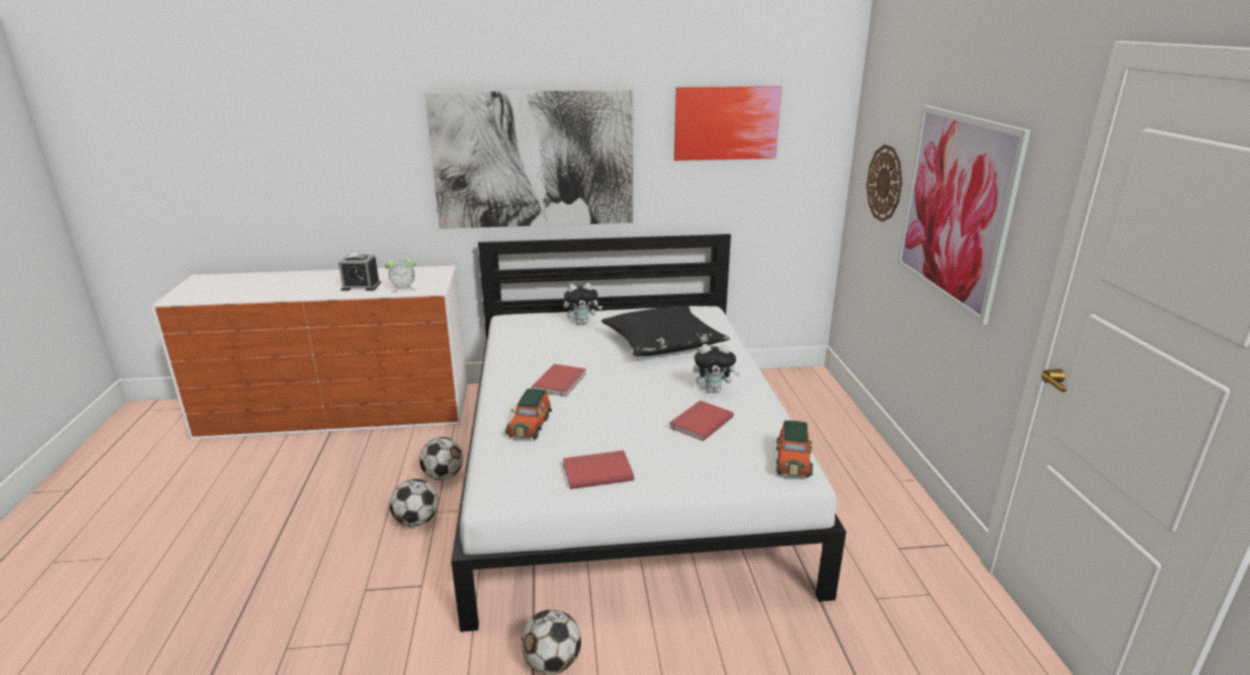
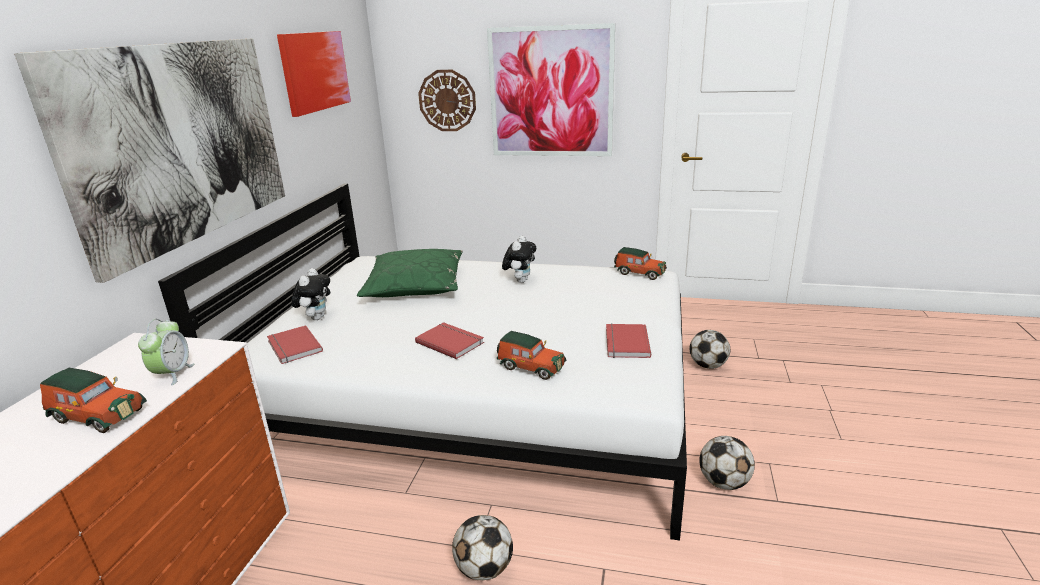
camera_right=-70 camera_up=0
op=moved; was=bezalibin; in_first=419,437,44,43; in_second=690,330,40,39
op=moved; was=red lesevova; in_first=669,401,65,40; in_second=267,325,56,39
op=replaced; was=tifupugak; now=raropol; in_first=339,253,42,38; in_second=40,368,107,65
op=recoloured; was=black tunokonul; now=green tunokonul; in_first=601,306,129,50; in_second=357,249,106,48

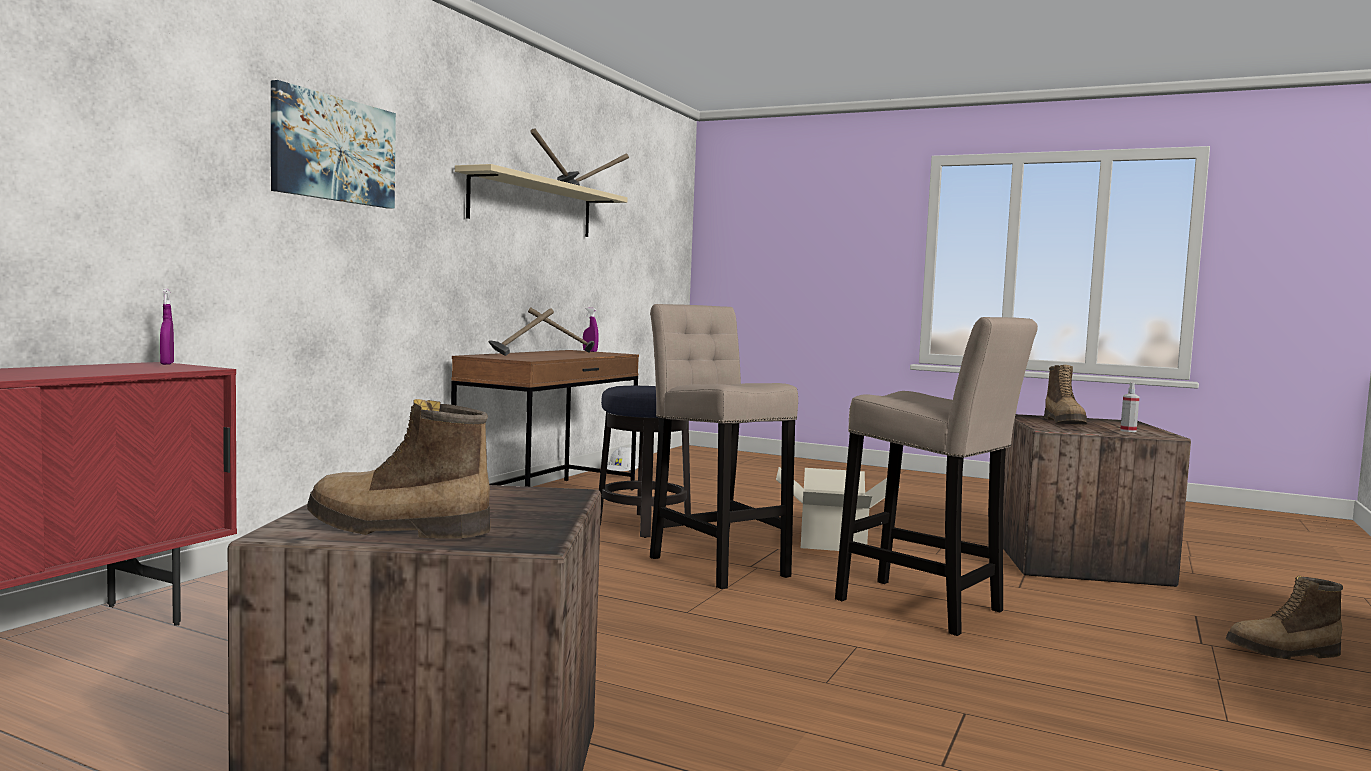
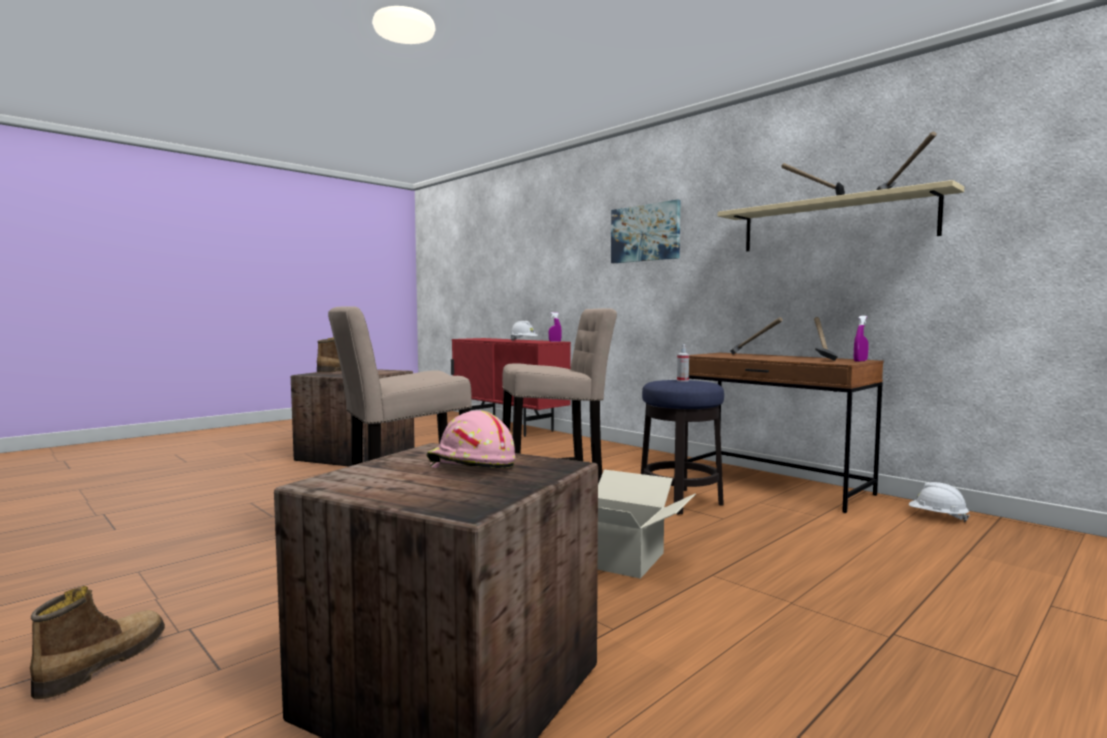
camera_right=110 camera_up=0
op=added; now=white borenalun; in_second=510,321,28,20
op=moved; was=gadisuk; in_first=1120,382,19,50; in_second=677,344,12,38
op=replaced; was=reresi; now=pink borenalun; in_first=1044,365,43,59; in_second=426,411,90,57

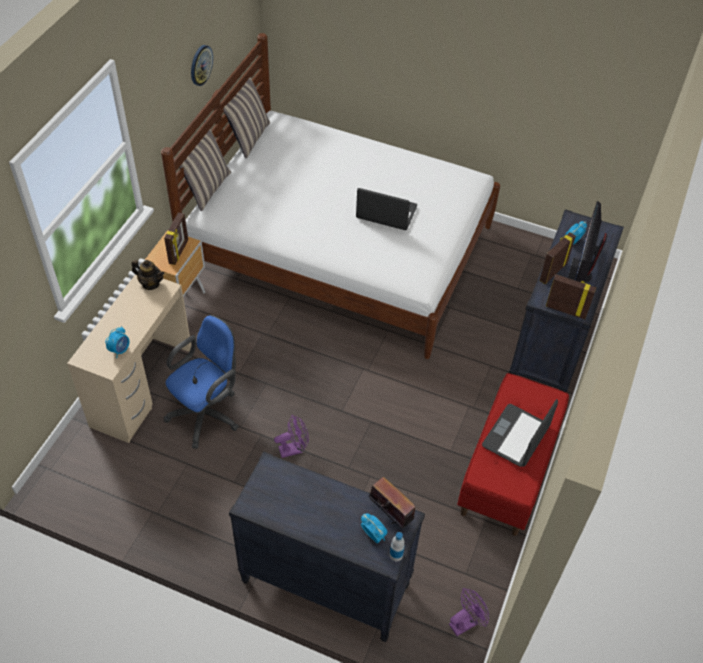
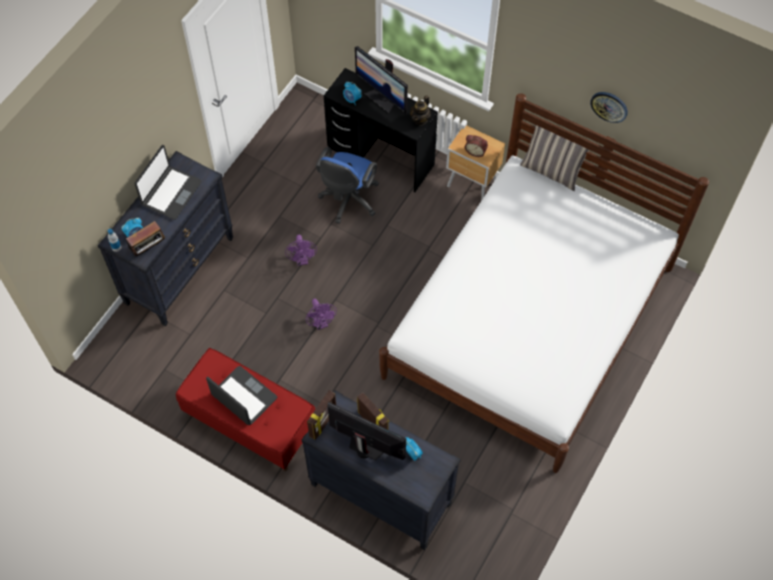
camera_right=100 camera_up=10
op=removed; was=tunokonul; in_first=223,77,47,81
op=added; now=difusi; in_second=355,46,53,68
op=moved; was=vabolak; in_first=356,188,61,42; in_second=135,145,67,75
op=moved; was=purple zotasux; in_first=449,588,40,48; in_second=306,298,31,32
op=replaced; was=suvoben; now=tifupugak; in_first=164,212,24,53; in_second=465,135,23,22
op=recoloured; was=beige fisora; now=black fisora; in_first=67,270,124,173; in_second=324,68,114,124
op=turned; was=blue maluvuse; in_first=164,315,75,134; in_second=316,147,63,77; clockwise=60

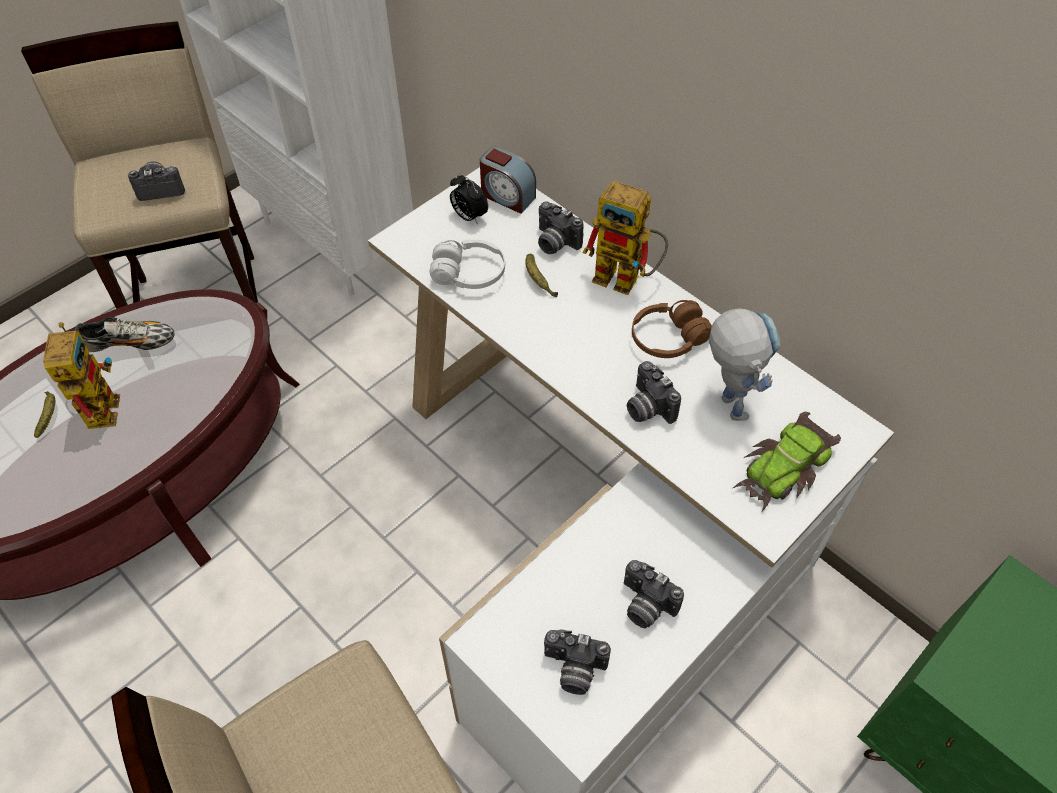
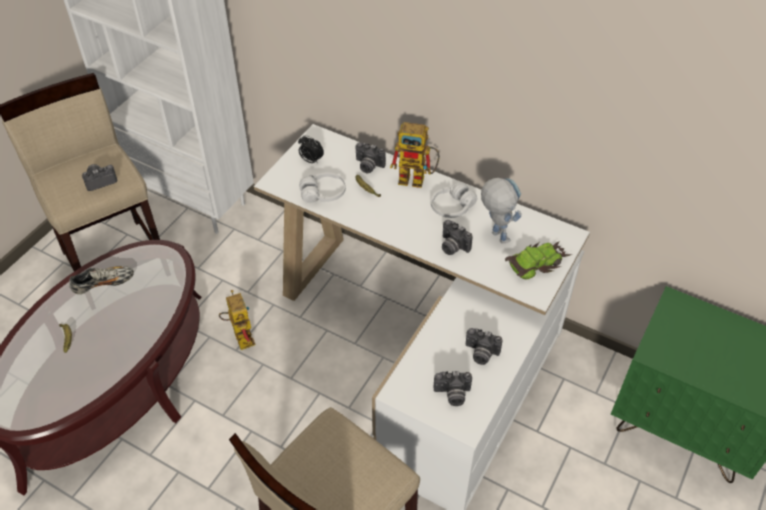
camera_right=-15 camera_up=-5
op=removed; was=tifupugak; in_first=480,147,56,67
op=moved; was=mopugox; in_first=43,322,77,107; in_second=219,290,37,60
op=recoloured; was=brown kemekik; now=white kemekik; in_first=632,300,80,58; in_second=431,183,46,35
op=turned; was=raropol; in_first=733,412,108,99; in_second=505,241,67,39; clockwise=-150

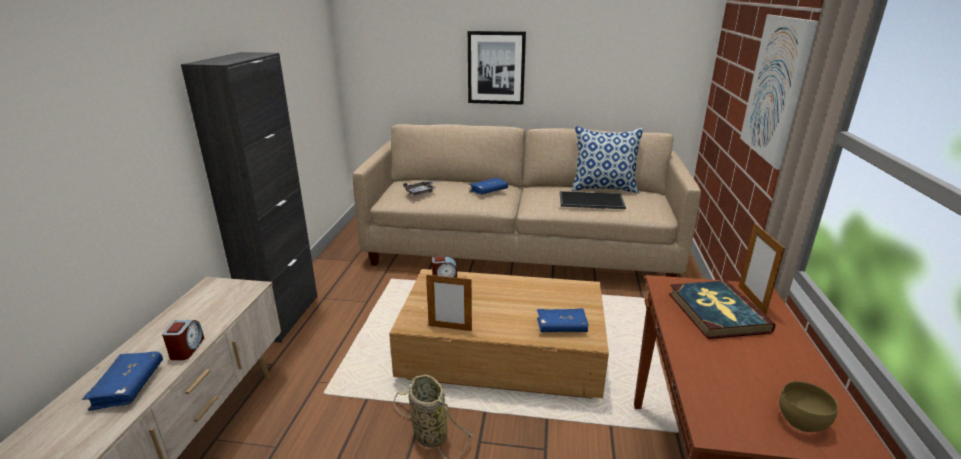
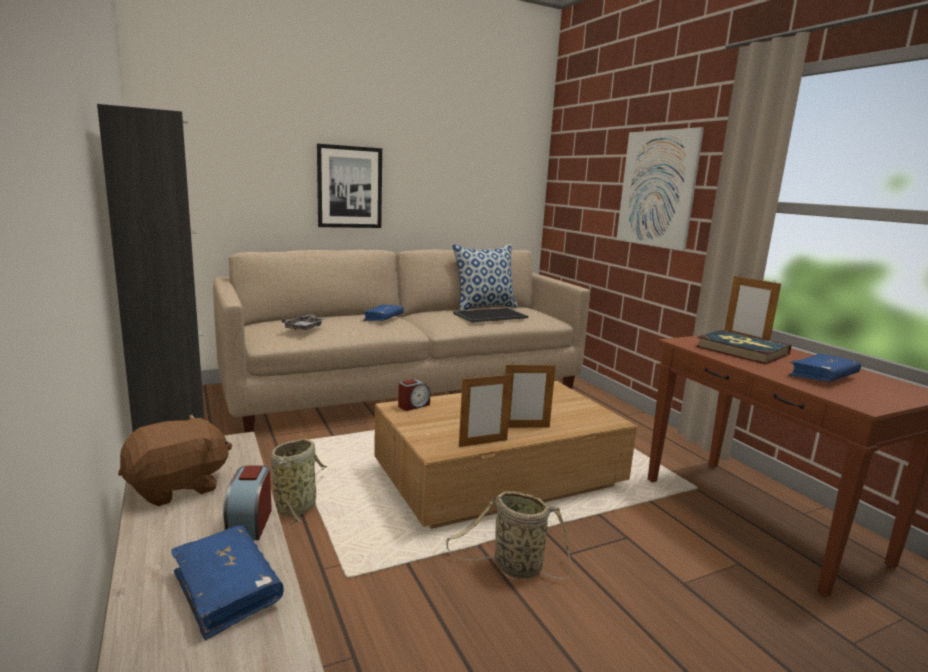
camera_right=-35 camera_up=-10
op=removed; was=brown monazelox; in_first=779,381,59,51
op=added; now=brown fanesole; in_second=118,414,114,92
op=added; now=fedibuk; in_second=271,439,56,88
op=added; now=suvoben; in_second=505,362,51,66
op=moved; was=blue lesevova; in_first=537,308,51,24; in_second=788,353,73,29
op=turned; was=tifupugak; in_first=162,320,42,40; in_second=223,466,49,74; clockwise=-150

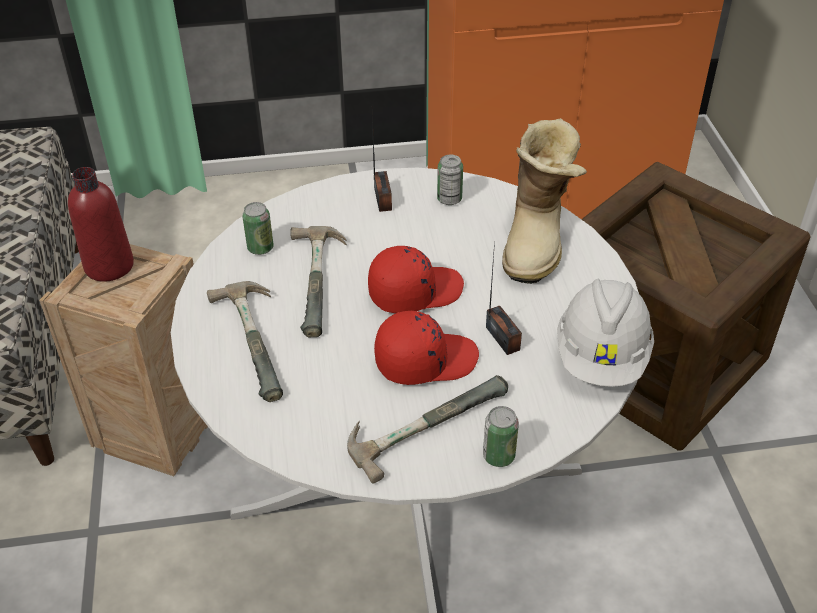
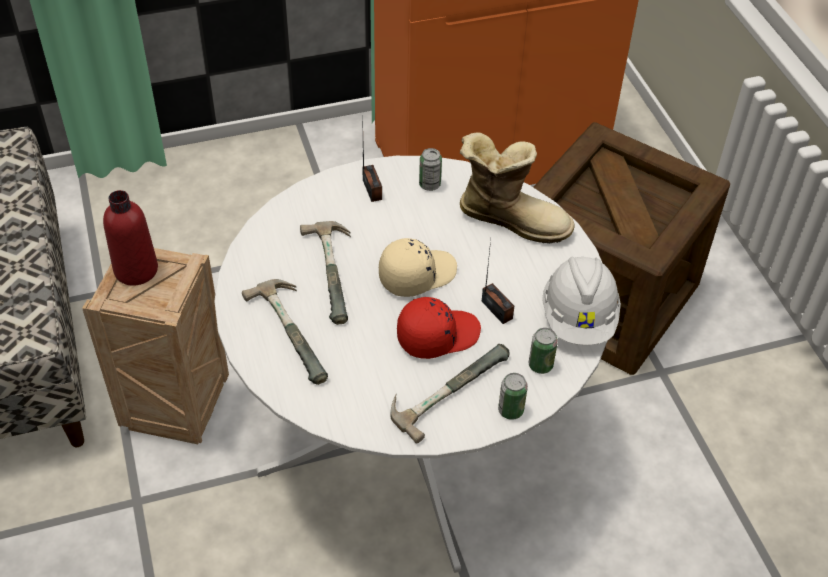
camera_right=-10 camera_up=5
op=moved; was=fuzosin; in_first=242,202,32,53; in_second=529,328,29,46
op=recoloured; was=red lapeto; now=beige lapeto; in_first=368,246,96,67; in_second=379,238,78,59
op=turned; was=reresi; in_first=502,118,85,166; in_second=460,132,114,111; clockwise=-75

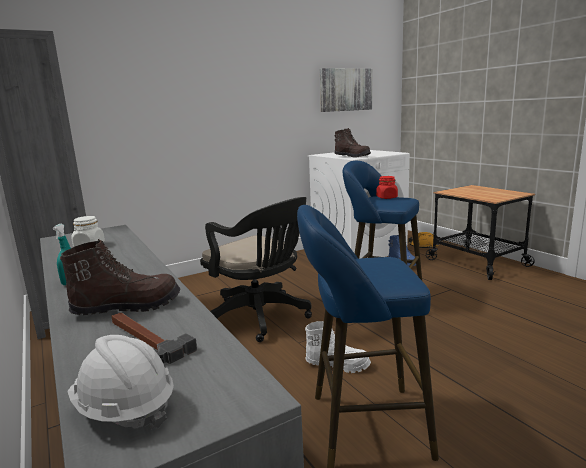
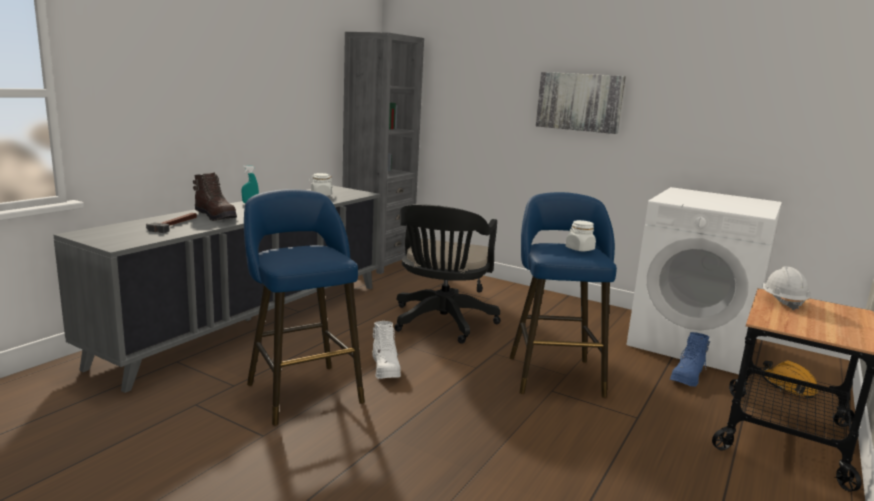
camera_right=60 camera_up=0
op=removed; was=brown reresi; in_first=335,128,36,30
op=moved; was=white borenalun; in_first=68,335,106,95; in_second=762,266,48,44
op=moved; was=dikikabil; in_first=320,68,52,44; in_second=536,72,90,62
op=recoloured; was=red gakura; now=white gakura; in_first=376,176,22,23; in_second=565,220,31,31

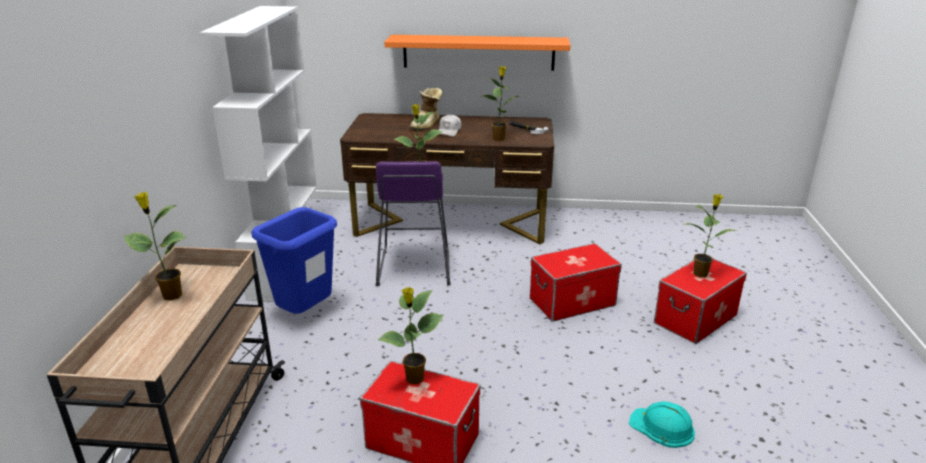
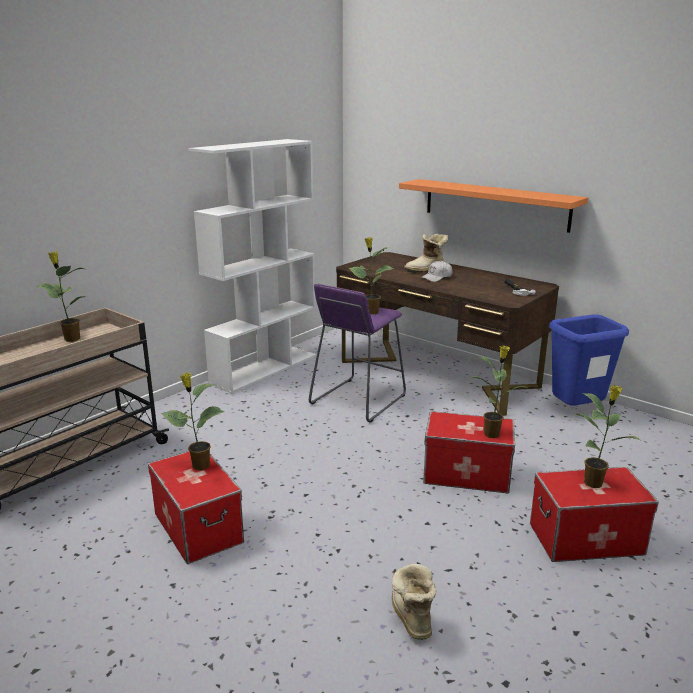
camera_right=35 camera_up=-5
op=moved; was=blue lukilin; in_first=251,207,86,107; in_second=549,314,80,92
op=moved; was=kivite; in_first=480,66,40,75; in_second=468,346,60,92
op=replaced; was=turquoise borenalun; now=reresi; in_first=629,402,66,46; in_second=392,564,44,76

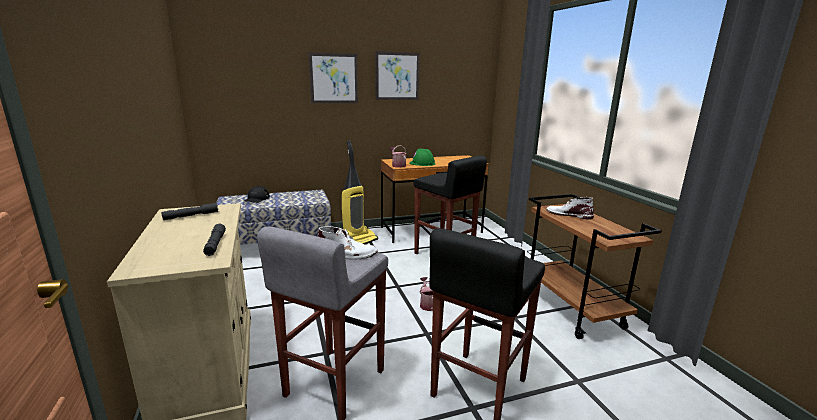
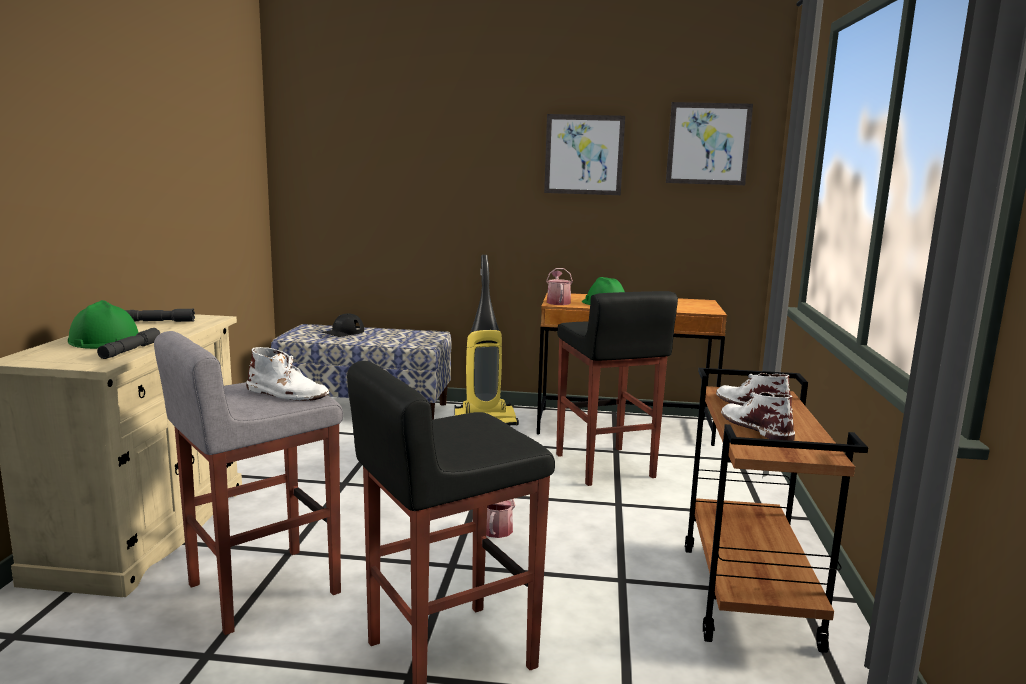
camera_right=25 camera_up=-5
op=added; now=green borenalun; in_second=68,300,70,49
op=added; now=white reresi; in_second=721,392,74,49
op=moved; was=dikikabil; in_first=308,52,50,51; in_second=666,102,87,83

